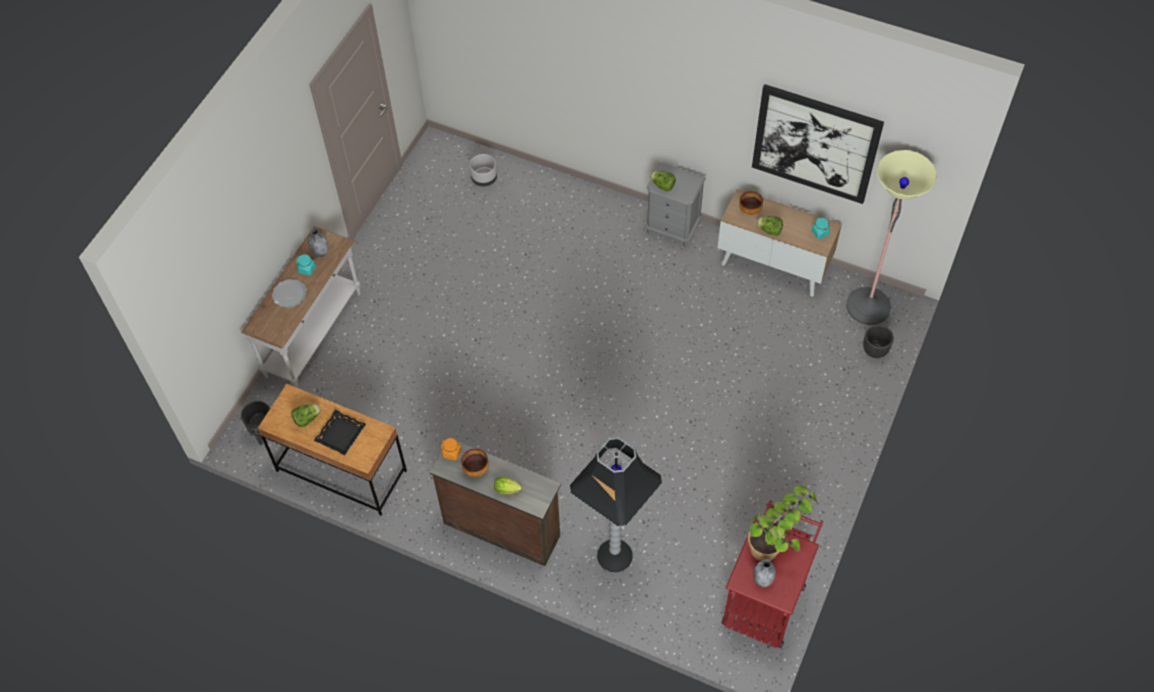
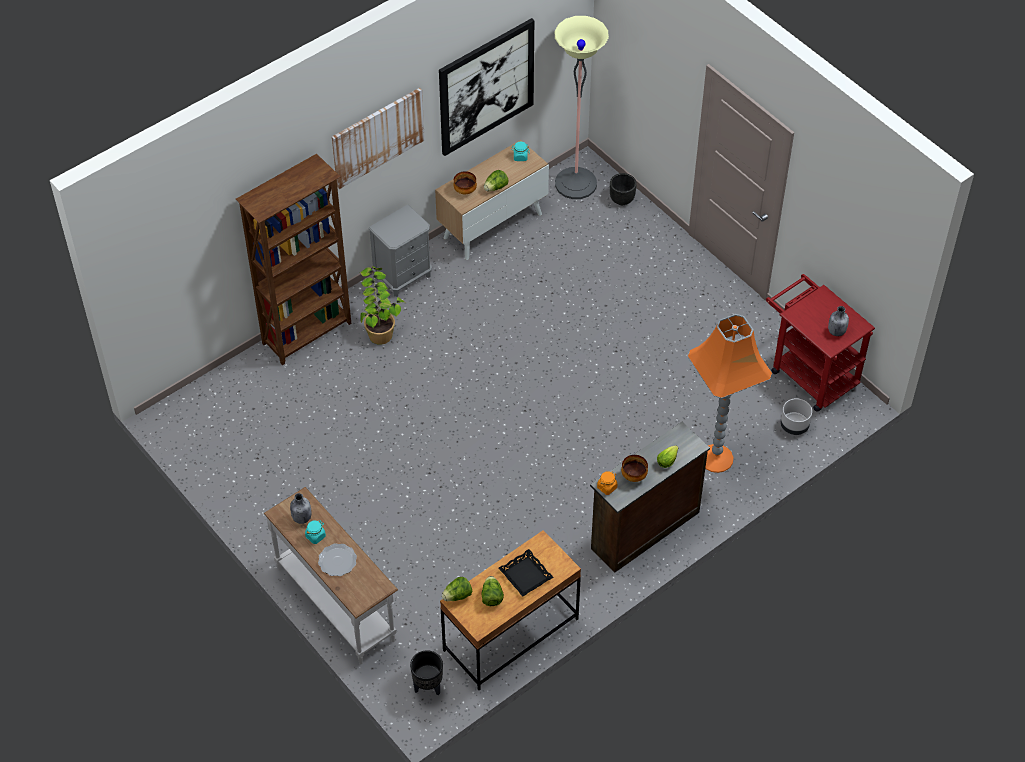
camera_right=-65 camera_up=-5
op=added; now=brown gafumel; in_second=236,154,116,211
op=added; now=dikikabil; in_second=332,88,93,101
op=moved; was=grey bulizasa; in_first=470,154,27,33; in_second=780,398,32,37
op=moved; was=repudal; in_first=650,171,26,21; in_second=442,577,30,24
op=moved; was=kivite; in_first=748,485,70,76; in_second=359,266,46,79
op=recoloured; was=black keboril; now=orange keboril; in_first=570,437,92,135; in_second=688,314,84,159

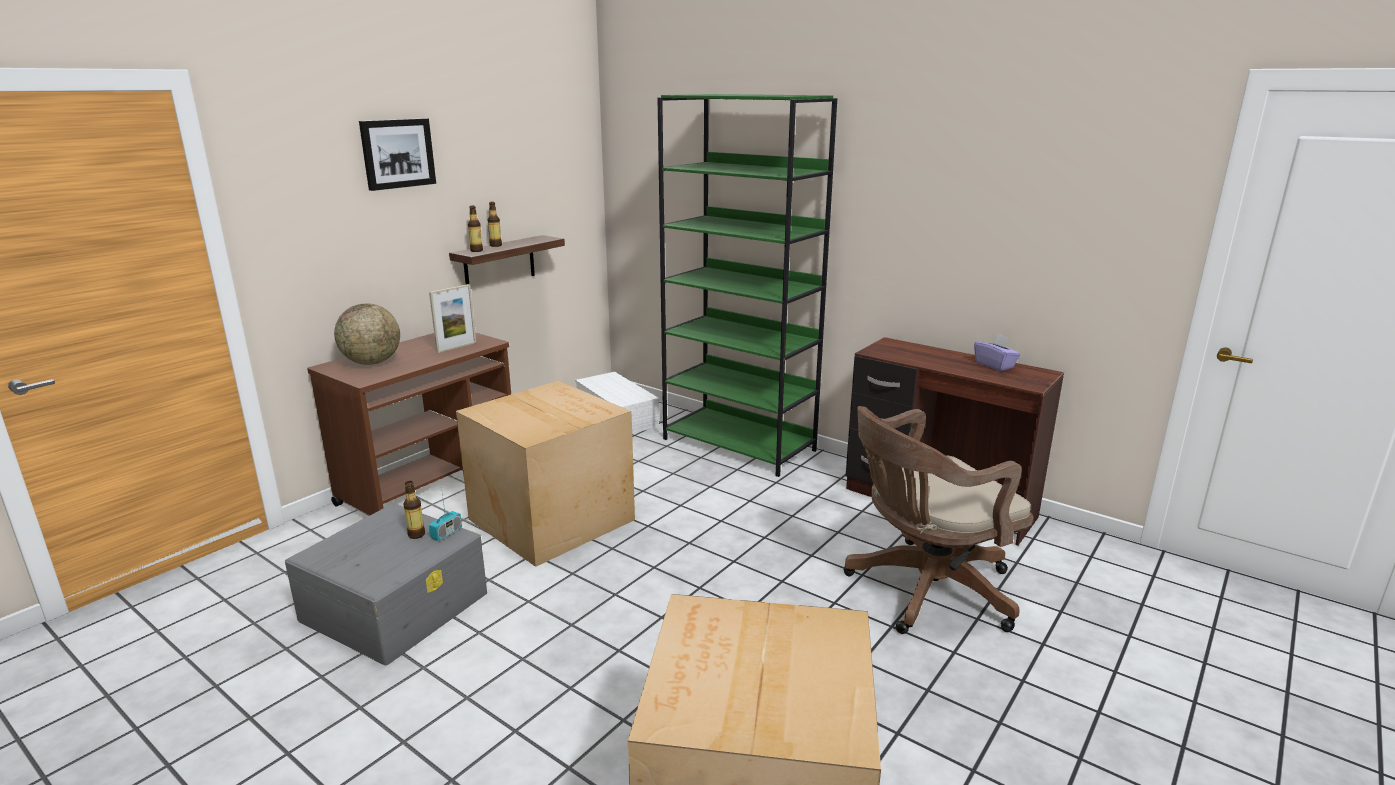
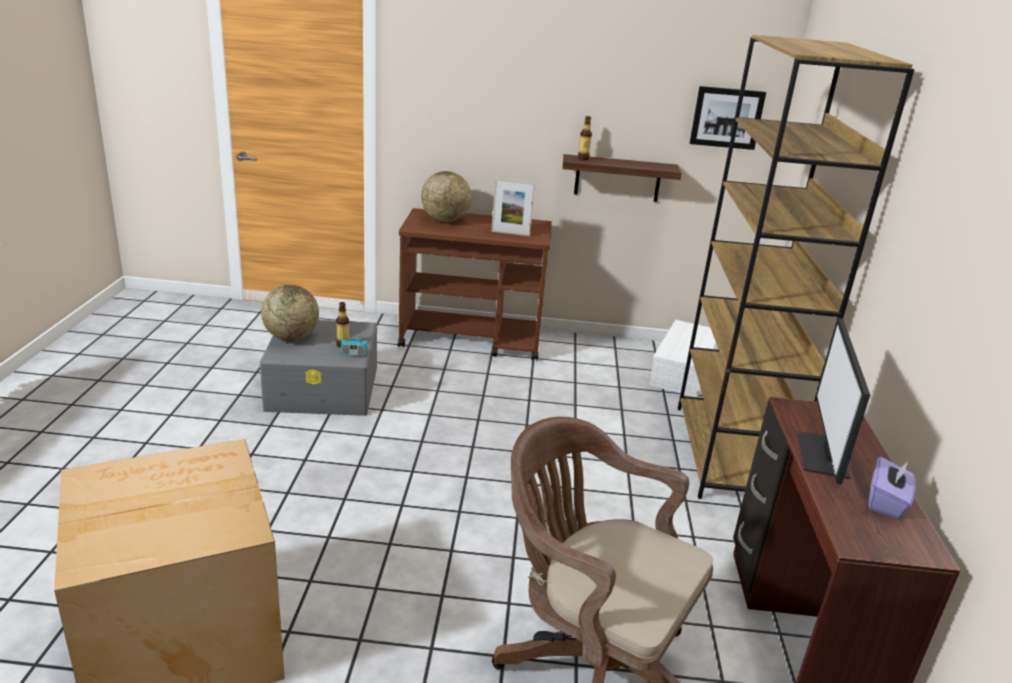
camera_right=55 camera_up=5
op=removed; was=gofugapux; in_first=456,380,179,187
op=removed; was=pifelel; in_first=487,202,15,45
op=added; now=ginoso; in_second=261,285,58,56
op=added; now=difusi; in_second=797,318,73,167
op=moved; was=dikikabil; in_first=359,118,77,73; in_second=690,86,76,64
op=recoloured; was=green gafumel; now=brown gafumel; in_first=657,94,180,383; in_second=678,35,237,464

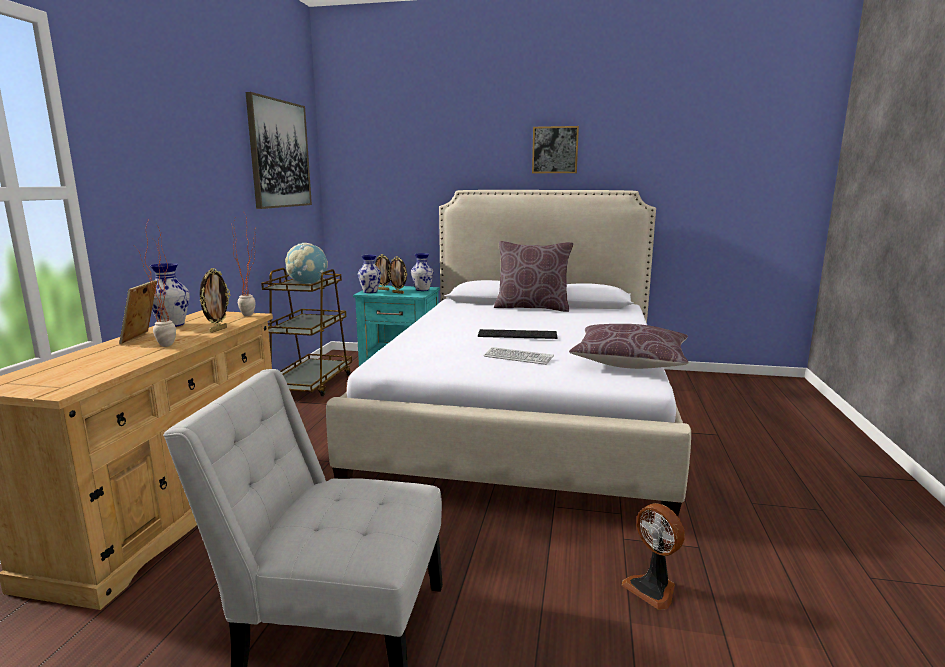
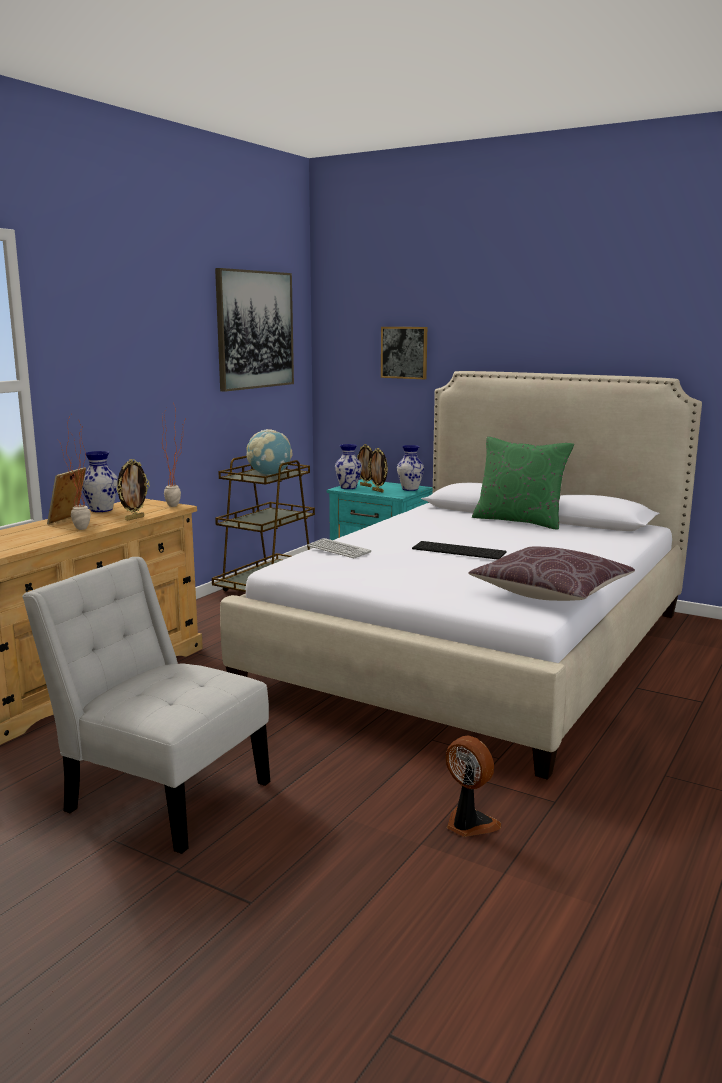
camera_right=20 camera_up=0
op=moved; was=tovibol; in_first=484,347,70,18; in_second=307,538,64,20
op=moved; was=dikikabil; in_first=532,126,47,47; in_second=381,327,46,52
op=recoloured; was=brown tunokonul; now=green tunokonul; in_first=494,241,79,71; in_second=472,437,102,93
op=turned; was=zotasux; in_first=621,503,64,107; in_second=446,736,55,101; clockwise=150

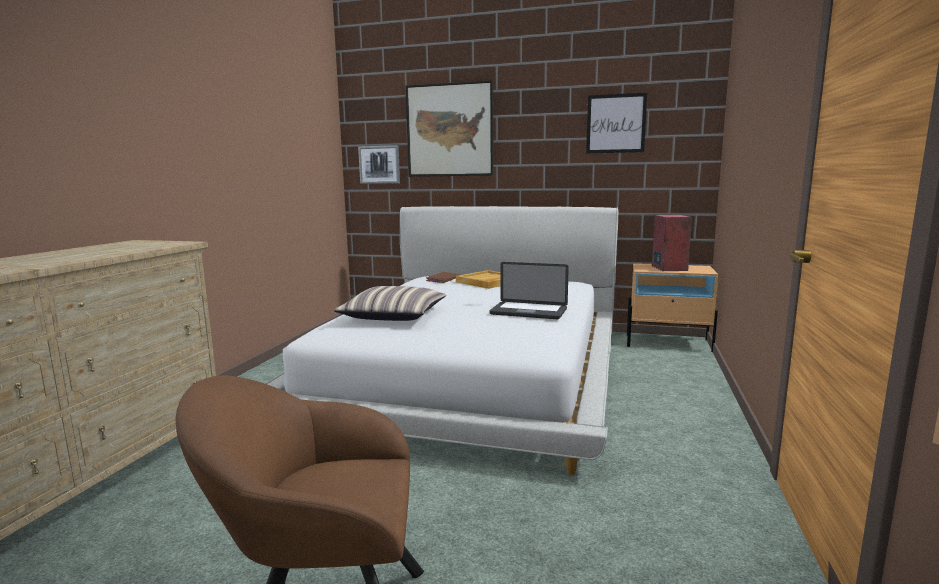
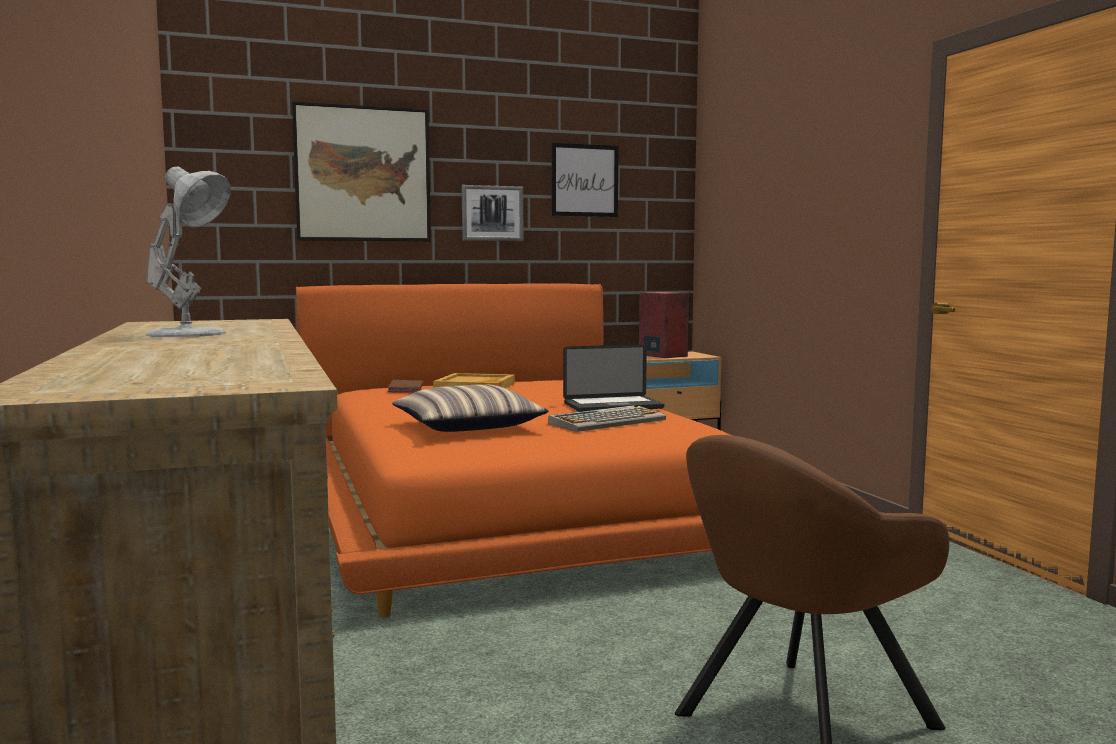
camera_right=-35 camera_up=-5
op=added; now=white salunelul; in_second=146,167,85,170
op=added; now=tovibol; in_second=548,405,118,27
op=moved; was=dikikabil; in_first=358,145,42,39; in_second=462,185,61,56
op=recoloured; was=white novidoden; now=orange novidoden; in_first=265,206,353,270; in_second=296,283,434,335

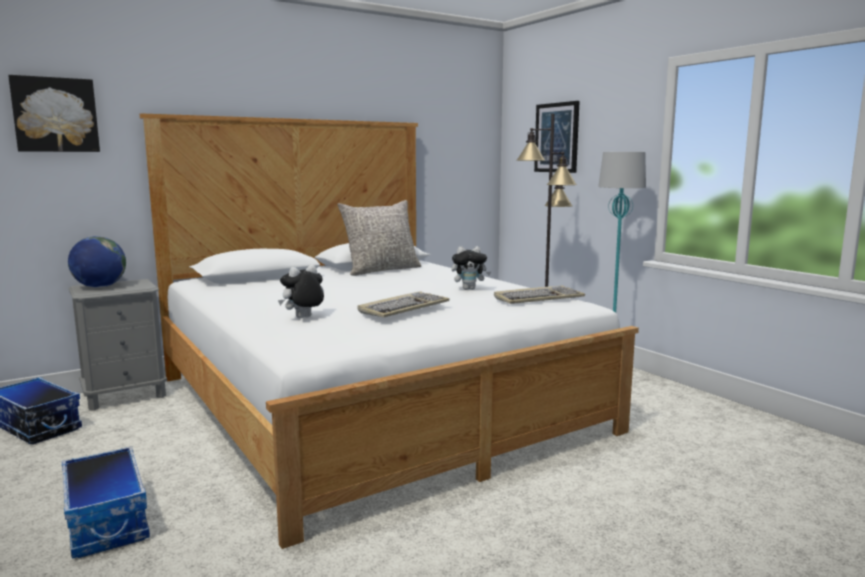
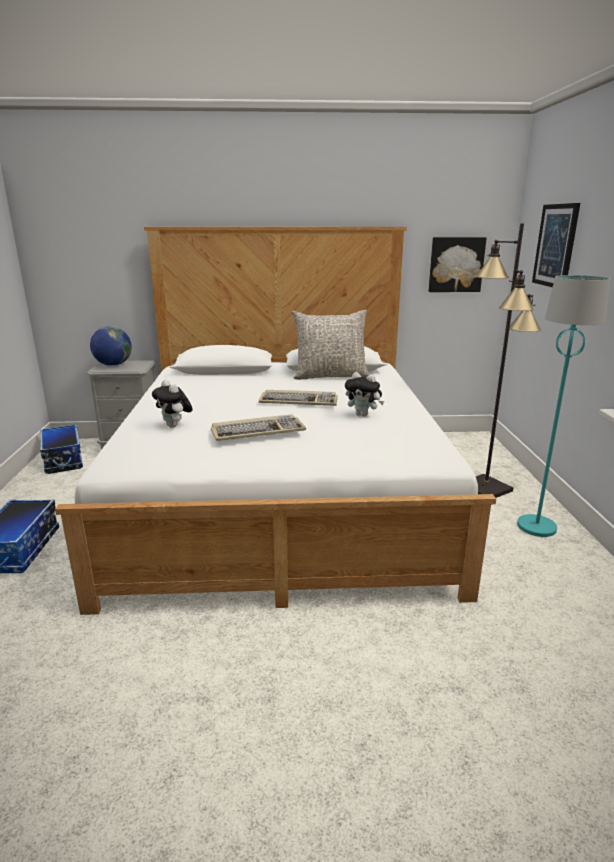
camera_right=30 camera_up=10
op=moved; was=dikikabil; in_first=8,75,92,77; in_second=428,237,59,55
op=moved; was=tovibol; in_first=494,286,91,18; in_second=259,390,79,16
op=turned; was=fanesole; in_first=278,265,46,53; in_second=152,380,41,48; clockwise=-120

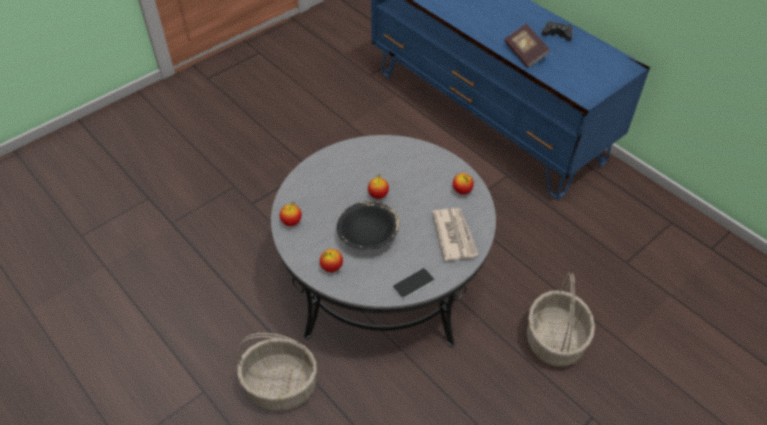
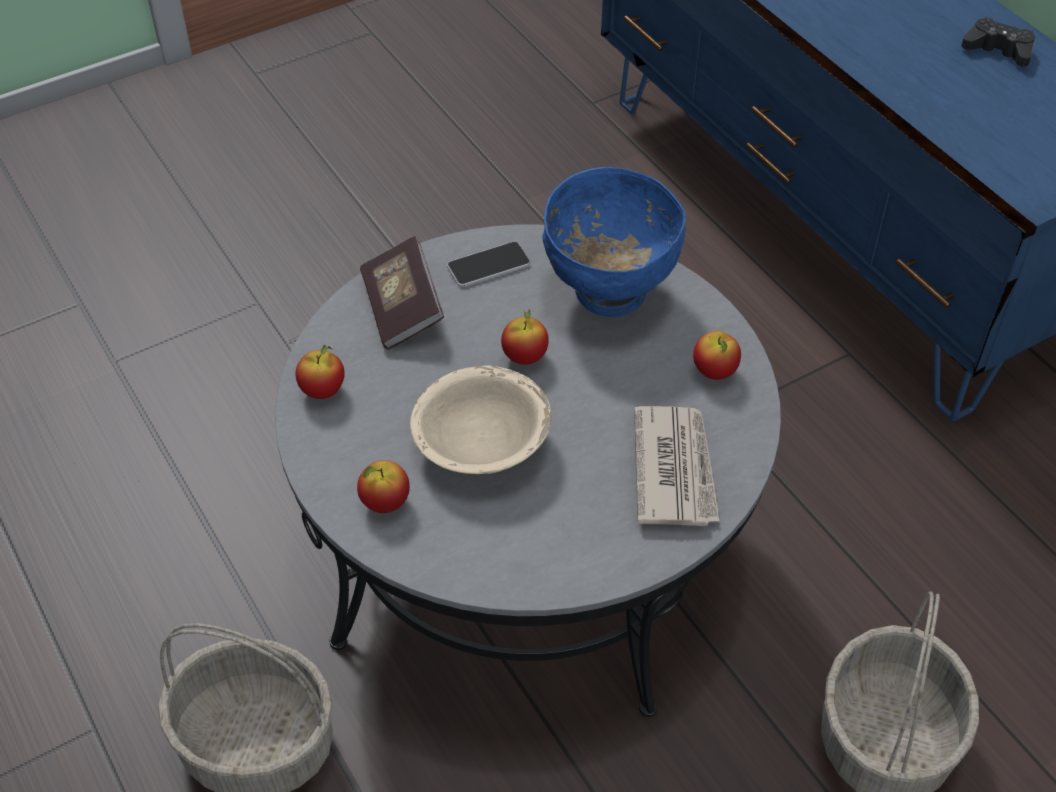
camera_right=10 camera_up=0
op=added; now=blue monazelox; in_second=542,167,144,150
op=moved; was=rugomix; in_first=392,268,43,31; in_second=447,241,83,46
op=moved; was=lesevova; in_first=504,24,46,44; in_second=360,236,84,114
op=recoloured; was=black monazelox; now=beige monazelox; in_first=337,201,62,49; in_second=410,365,141,109

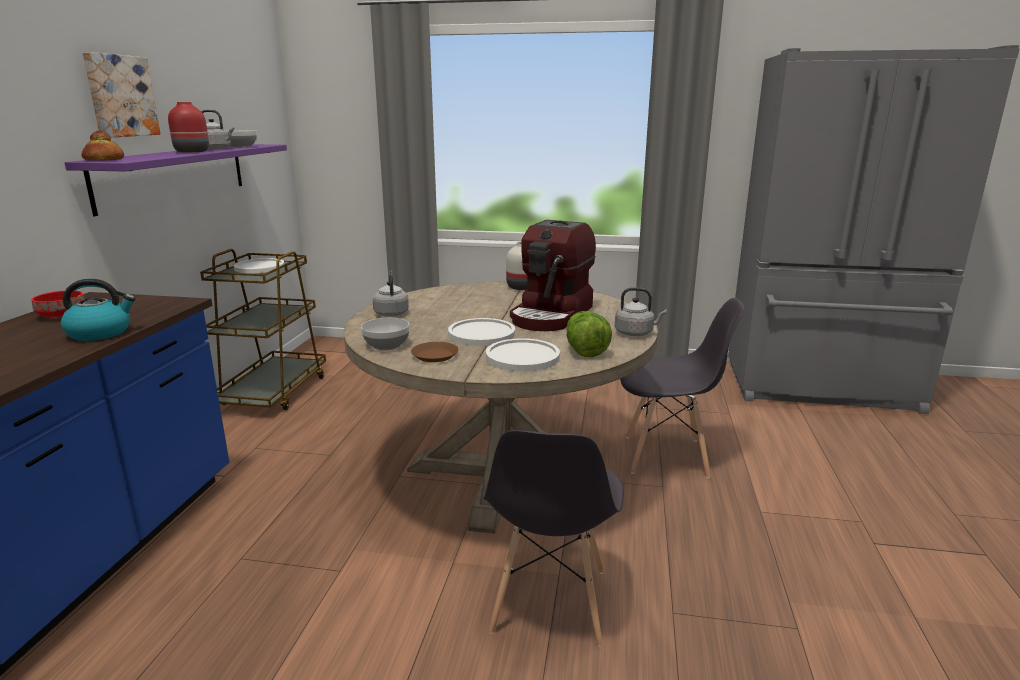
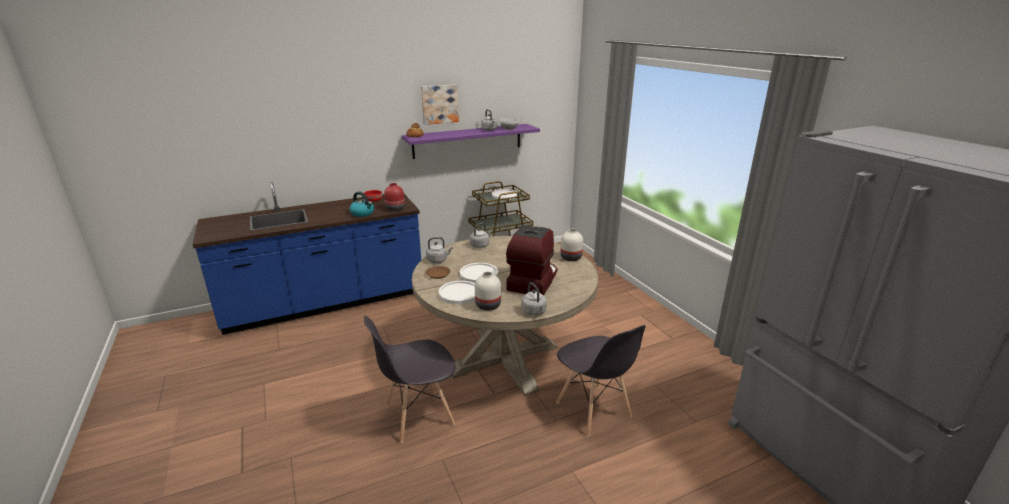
camera_right=55 camera_up=5
op=moved; was=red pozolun; in_first=168,102,41,51; in_second=384,183,21,28
op=replaced; was=monazelox; now=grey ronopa; in_first=361,318,49,32; in_second=426,237,27,26
op=replaced; was=repudal; now=white pozolun; in_first=567,311,45,46; in_second=475,271,26,40
op=turned; was=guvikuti; in_first=510,220,86,111; in_second=506,225,51,71; clockwise=120

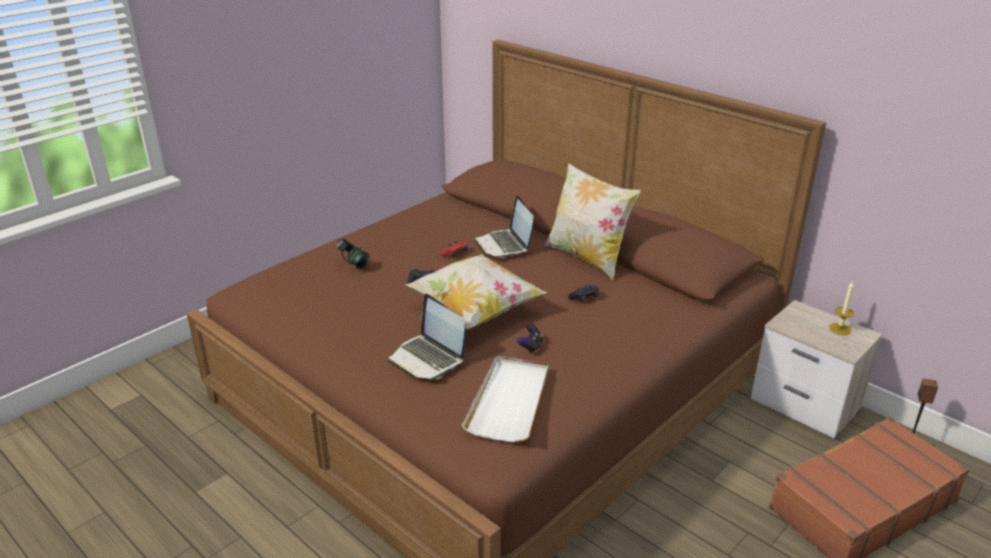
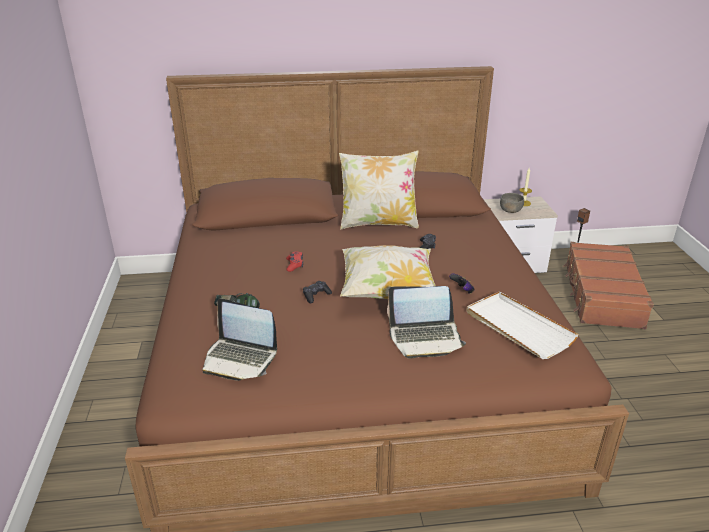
camera_right=-50 camera_up=0
op=added; now=grey monazelox; in_second=500,193,24,20
op=moved; was=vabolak; in_first=474,195,60,63; in_second=202,298,75,83

